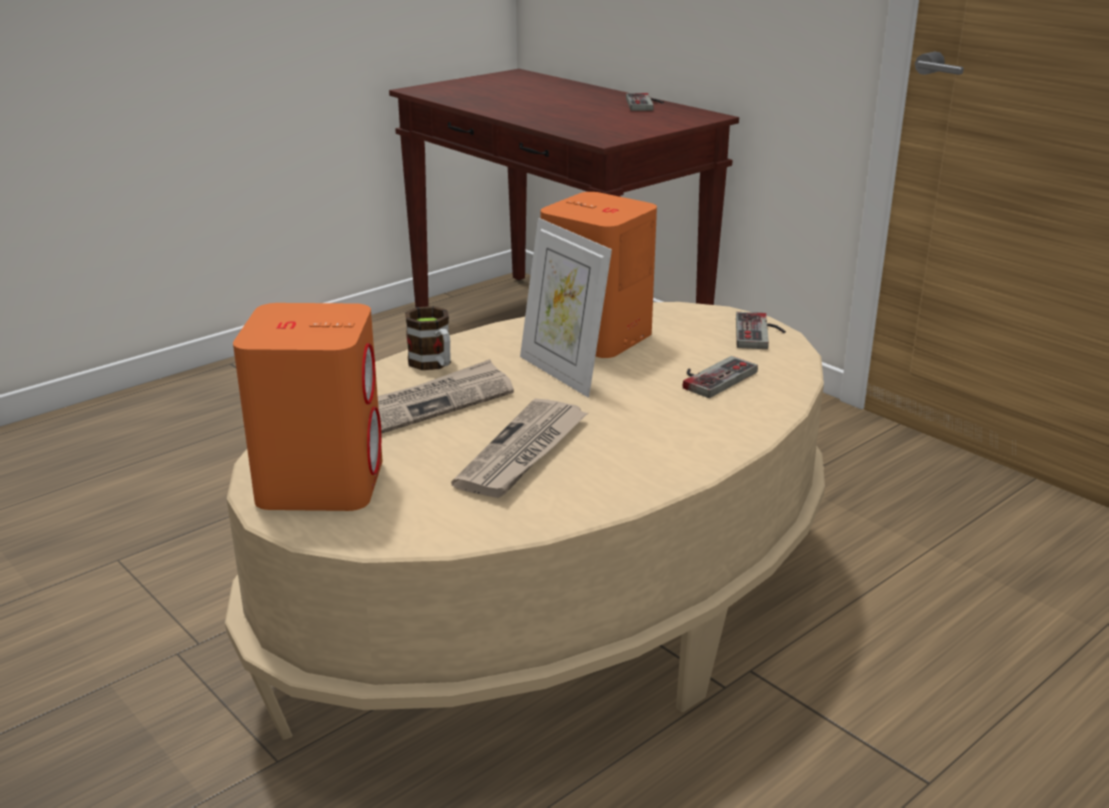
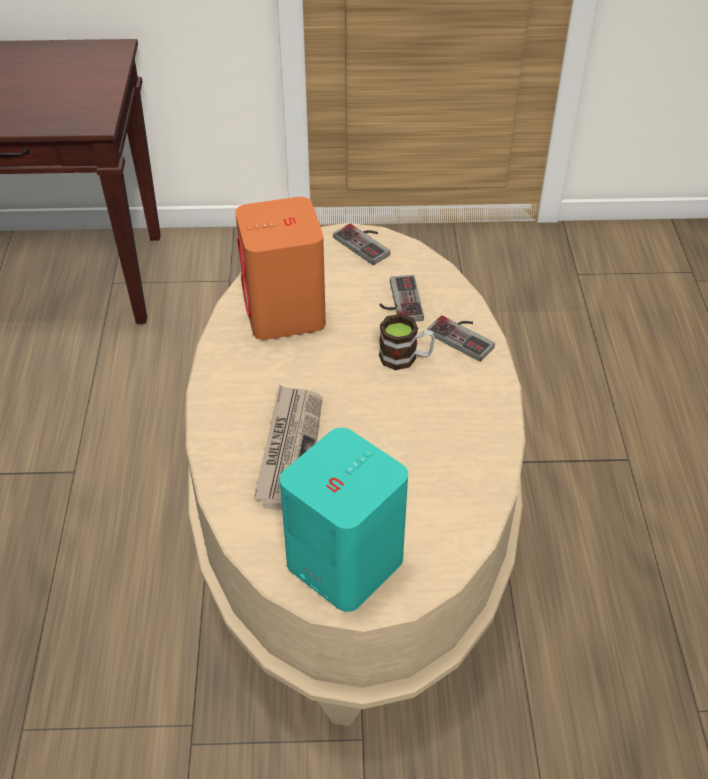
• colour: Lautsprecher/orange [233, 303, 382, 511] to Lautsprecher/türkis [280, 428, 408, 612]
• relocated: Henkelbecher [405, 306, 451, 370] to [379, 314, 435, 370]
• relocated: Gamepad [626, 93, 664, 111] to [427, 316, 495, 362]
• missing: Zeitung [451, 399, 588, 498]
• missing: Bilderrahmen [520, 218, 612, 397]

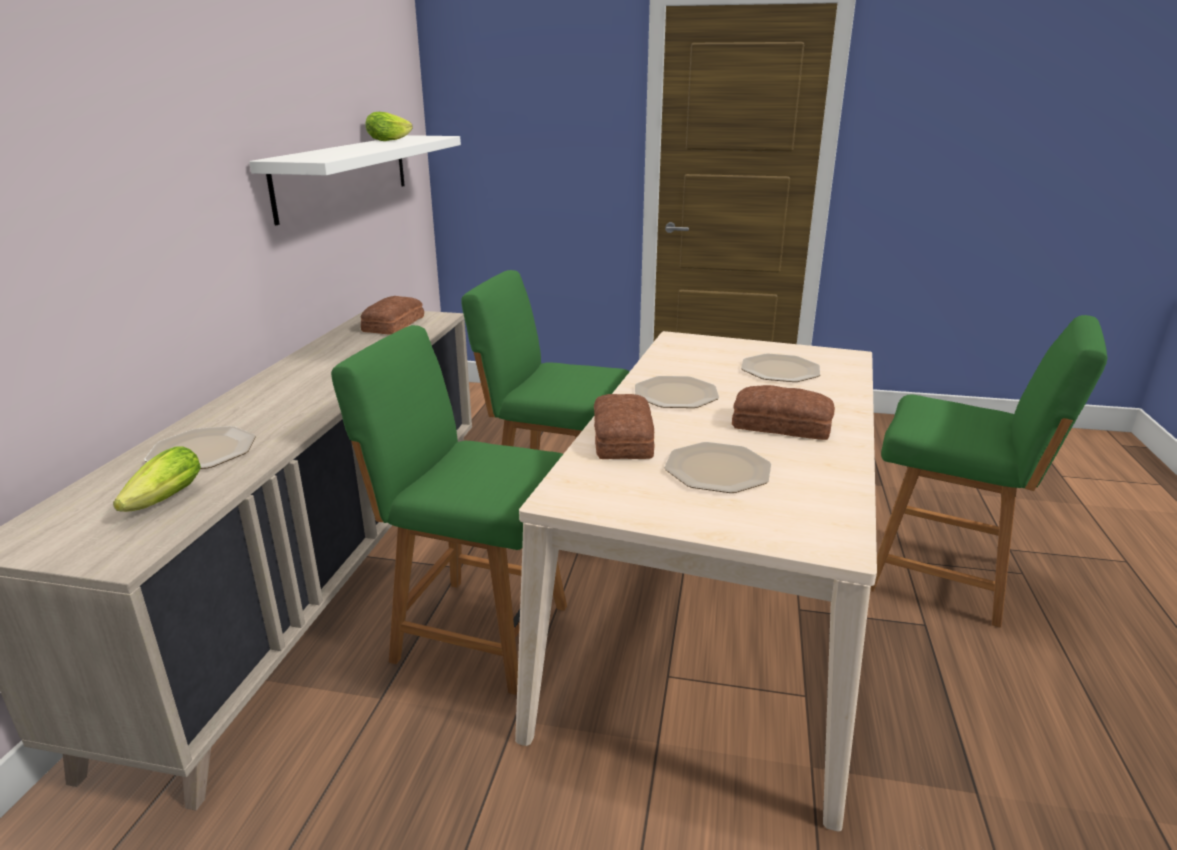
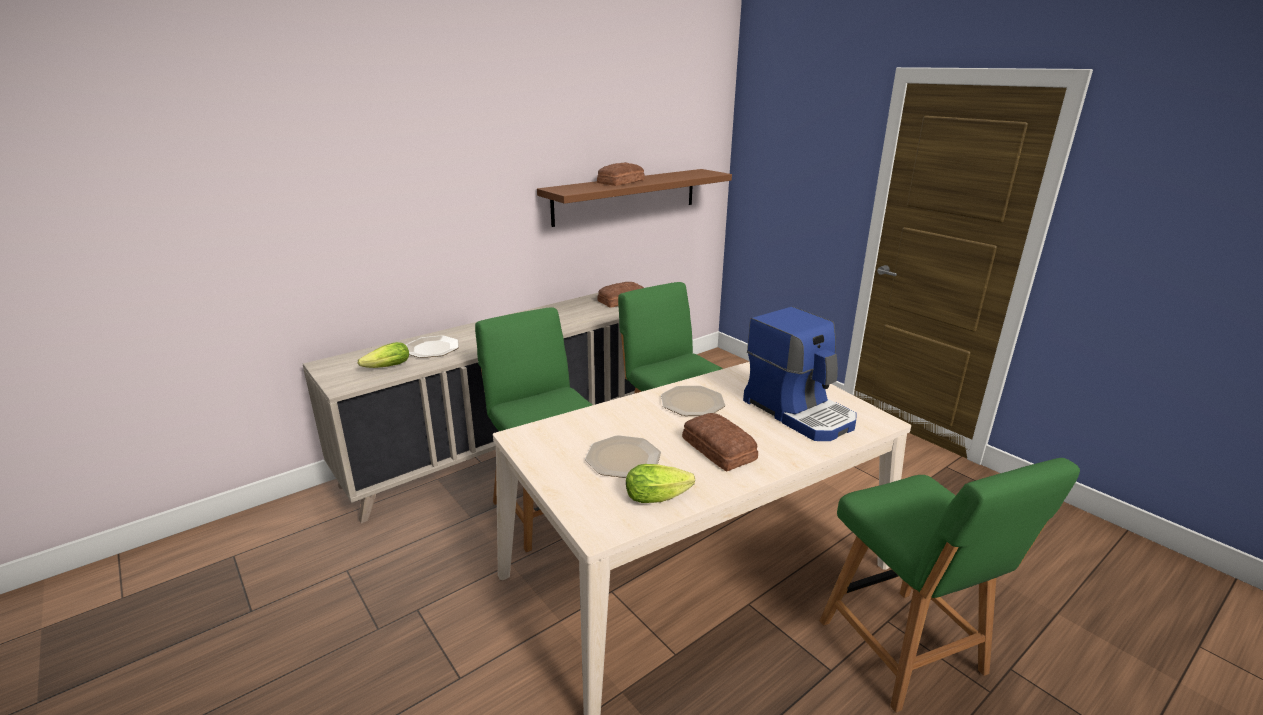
• colour: Wandregal/weiß [249, 135, 461, 225] to Wandregal/braun [537, 169, 732, 227]
• relocated: Brot [594, 394, 655, 459] to [597, 162, 645, 186]
• relocated: Salatkopf [366, 112, 413, 141] to [626, 464, 695, 503]
• exchanged: Teller [741, 353, 820, 382] to Kaffeemaschine [743, 307, 856, 441]

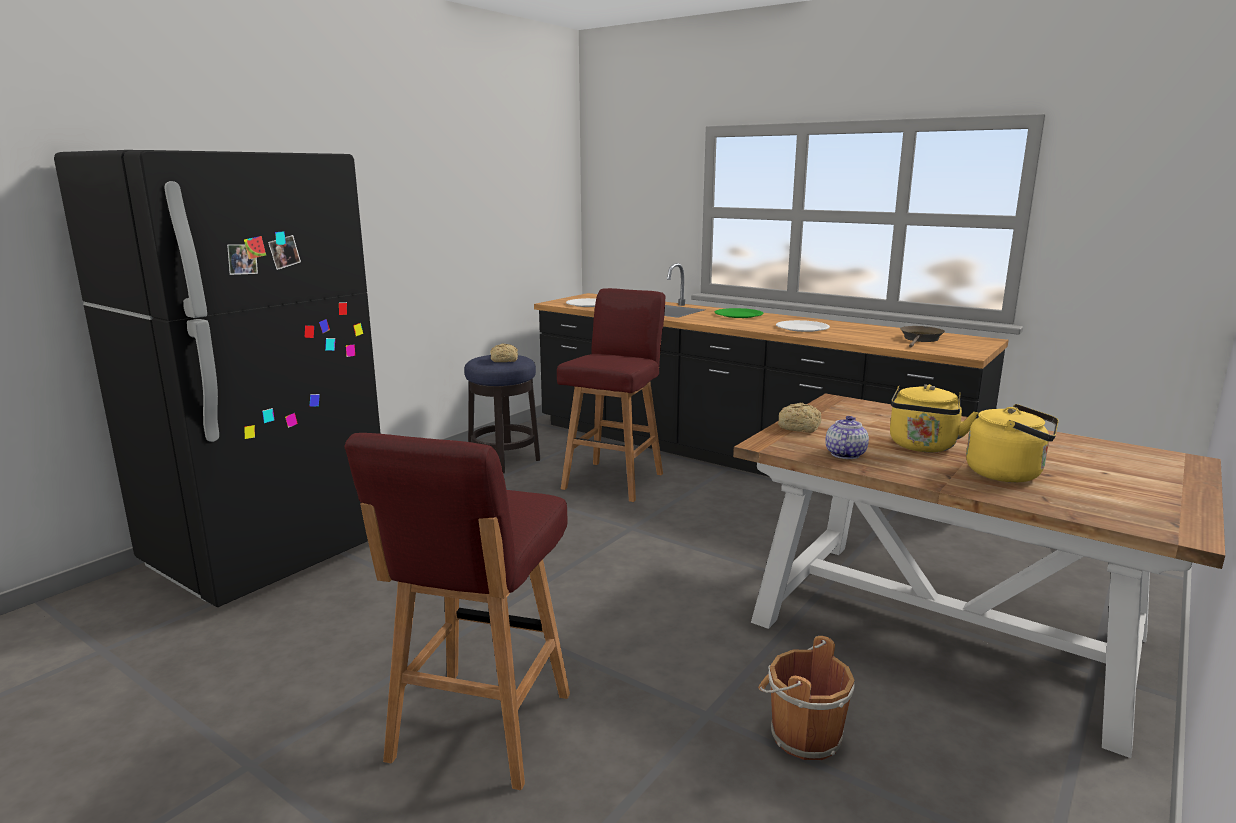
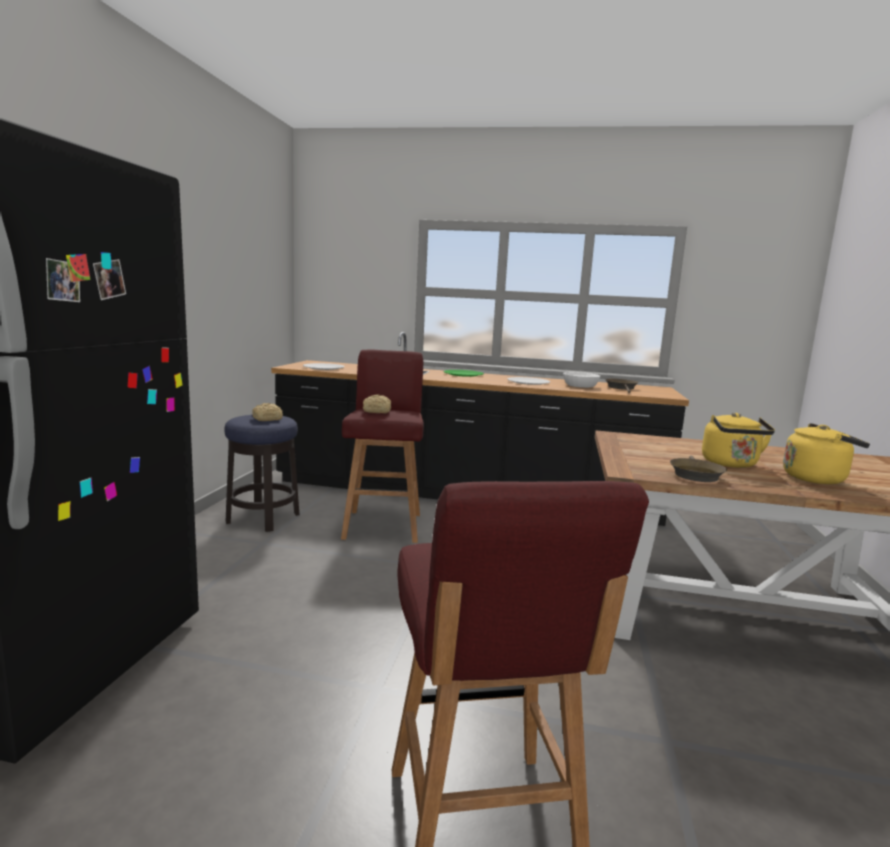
• relocated: Brot [778, 403, 821, 433] to [363, 394, 391, 413]
• appeared: Schüssel/weiß [563, 372, 600, 388]
• exchanged: Teekanne [825, 416, 869, 459] to Pfanne/braun [670, 456, 727, 482]
• missing: Eimer/braun [758, 636, 855, 760]

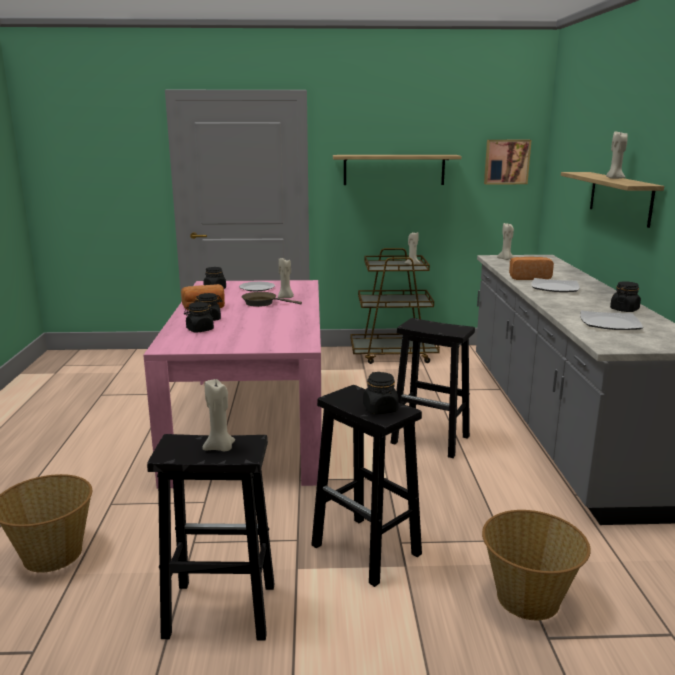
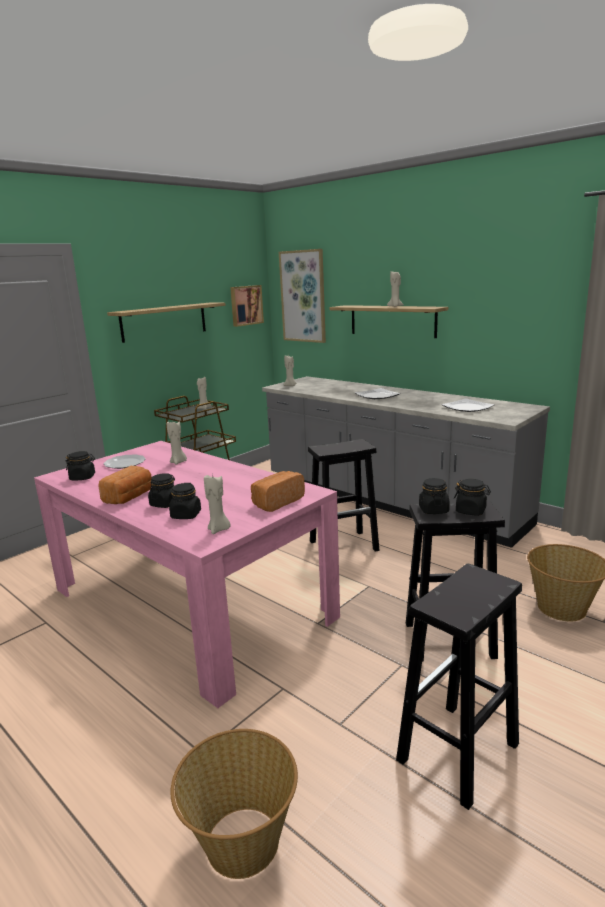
• relocated: Kerze/beige [202, 379, 235, 451] to [204, 472, 231, 534]
• relocated: Brot [509, 257, 554, 280] to [251, 471, 305, 512]
• appeared: Bild [279, 249, 326, 343]
• relocated: Vorratsglas/schwarz [610, 281, 641, 312] to [419, 478, 450, 514]
• missing: Pfanne/braun [241, 292, 302, 307]

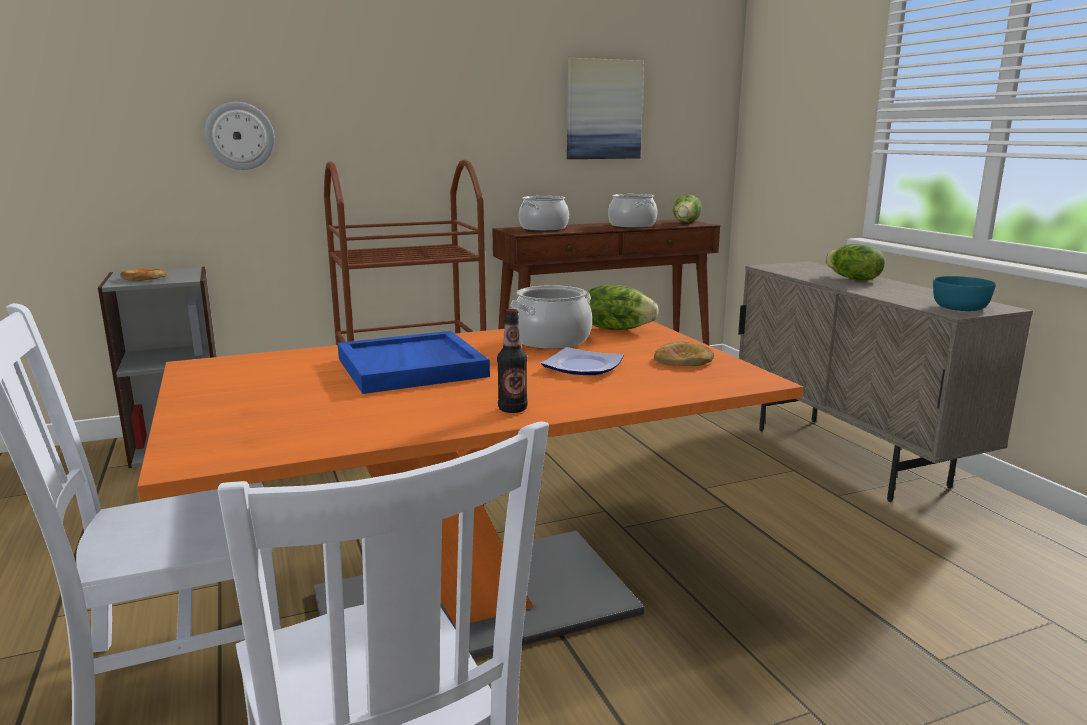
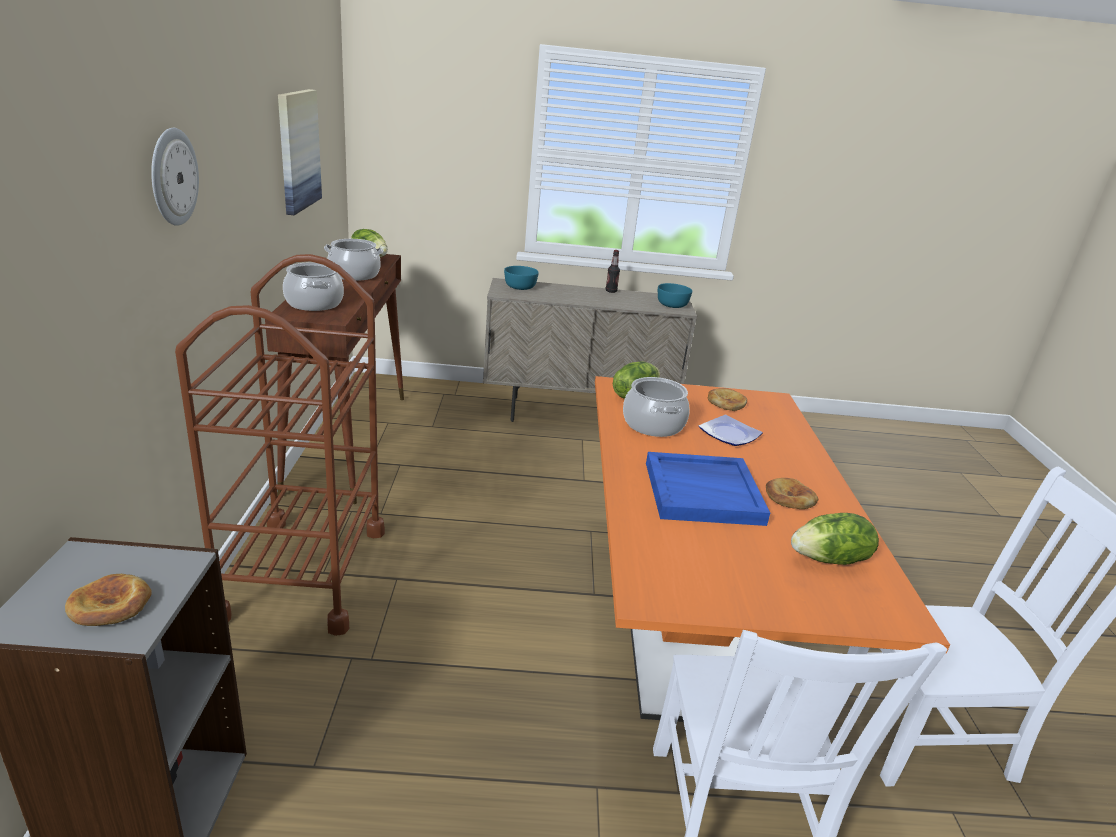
• relocated: Wanduhr [204, 102, 275, 170] to [151, 128, 199, 226]
• appeared: Schüssel/türkis [504, 266, 539, 290]
• relocated: Flasche [497, 309, 528, 413] to [606, 250, 620, 293]
• appeared: Brot [766, 478, 818, 509]
• relocated: Salatkopf [825, 244, 885, 280] to [791, 513, 879, 565]

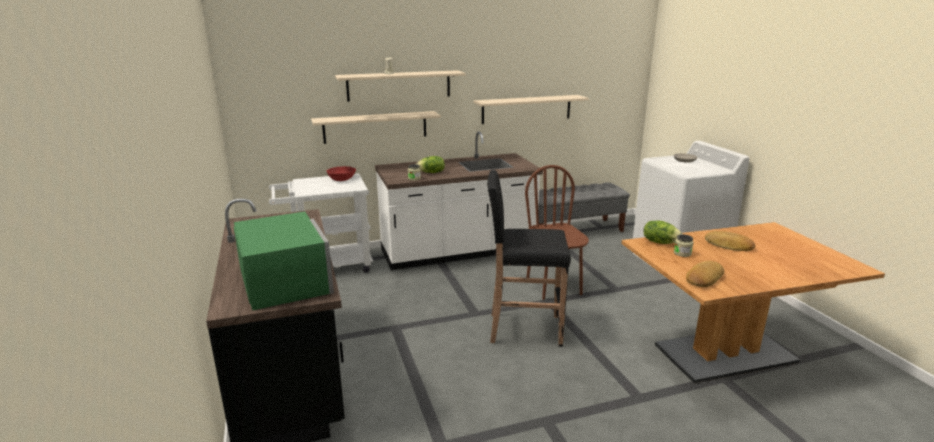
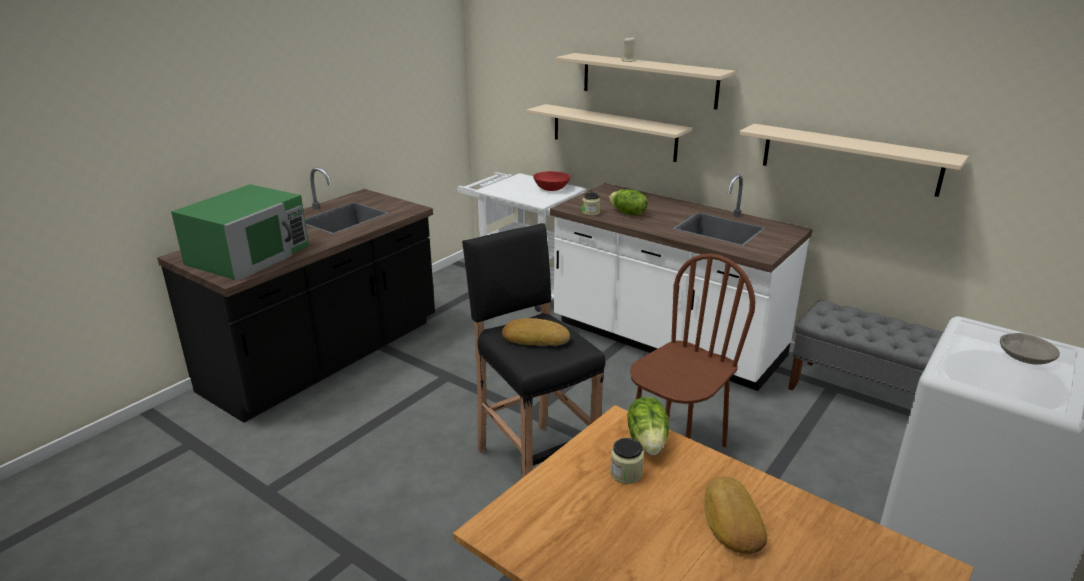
• relocated: Brot [686, 261, 724, 287] to [502, 318, 570, 346]

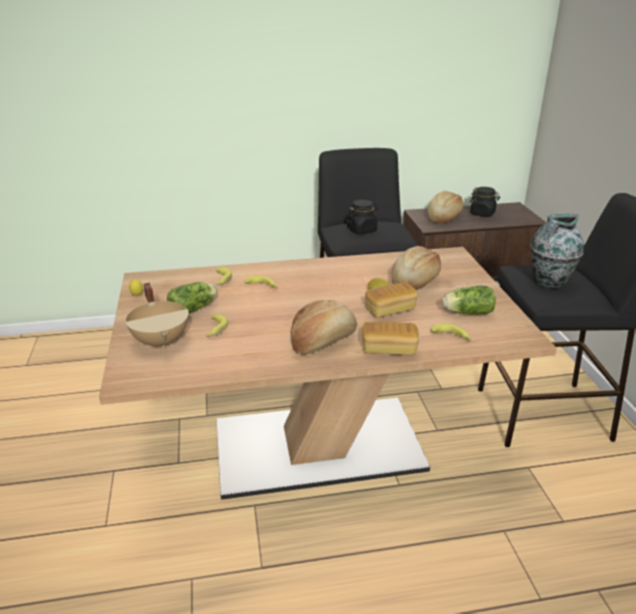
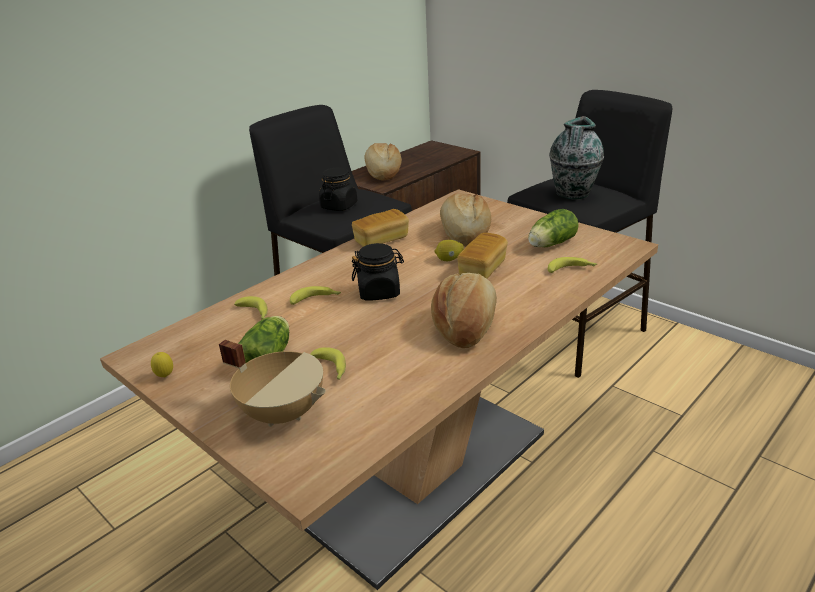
• relocated: Brot [362, 321, 419, 355] to [352, 209, 409, 247]
• relocated: Vorratsglas/schwarz [470, 187, 500, 217] to [352, 243, 404, 301]

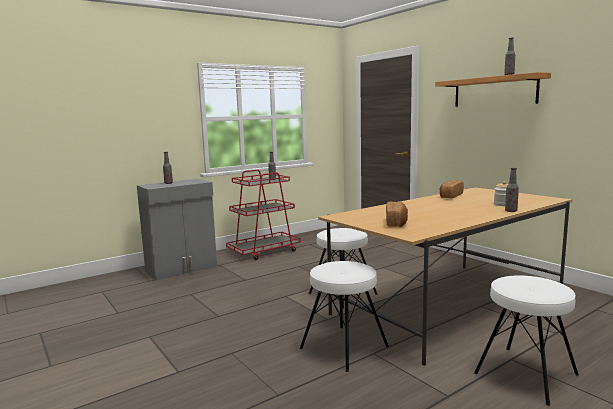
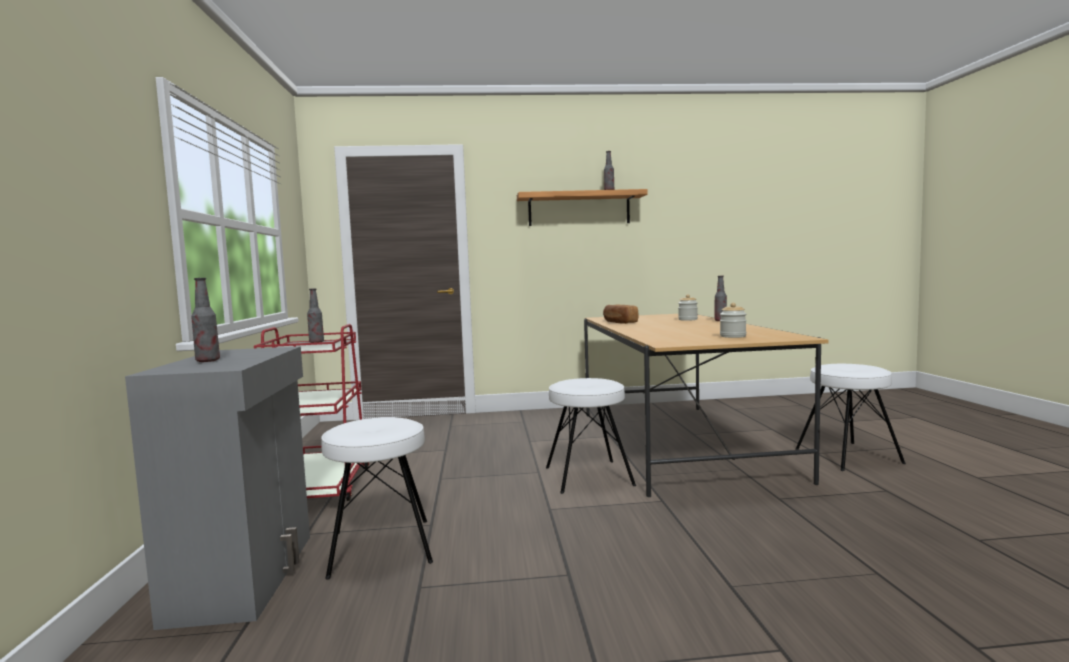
• relocated: Hocker/weiß [300, 261, 389, 372] to [321, 417, 433, 579]
• exchanged: Brot [386, 201, 408, 227] to Vorratsglas [720, 303, 746, 338]

